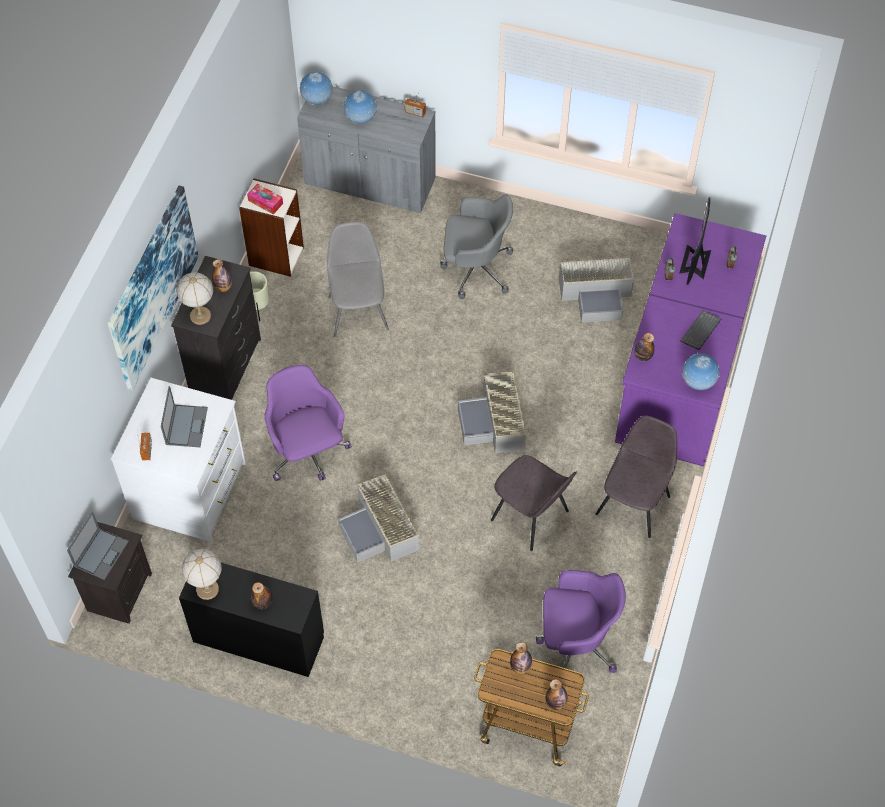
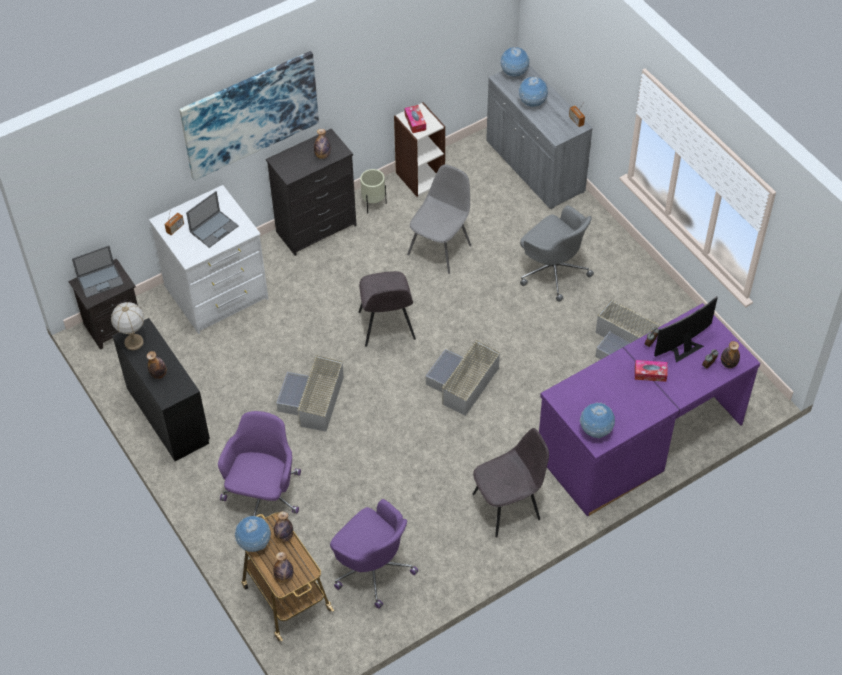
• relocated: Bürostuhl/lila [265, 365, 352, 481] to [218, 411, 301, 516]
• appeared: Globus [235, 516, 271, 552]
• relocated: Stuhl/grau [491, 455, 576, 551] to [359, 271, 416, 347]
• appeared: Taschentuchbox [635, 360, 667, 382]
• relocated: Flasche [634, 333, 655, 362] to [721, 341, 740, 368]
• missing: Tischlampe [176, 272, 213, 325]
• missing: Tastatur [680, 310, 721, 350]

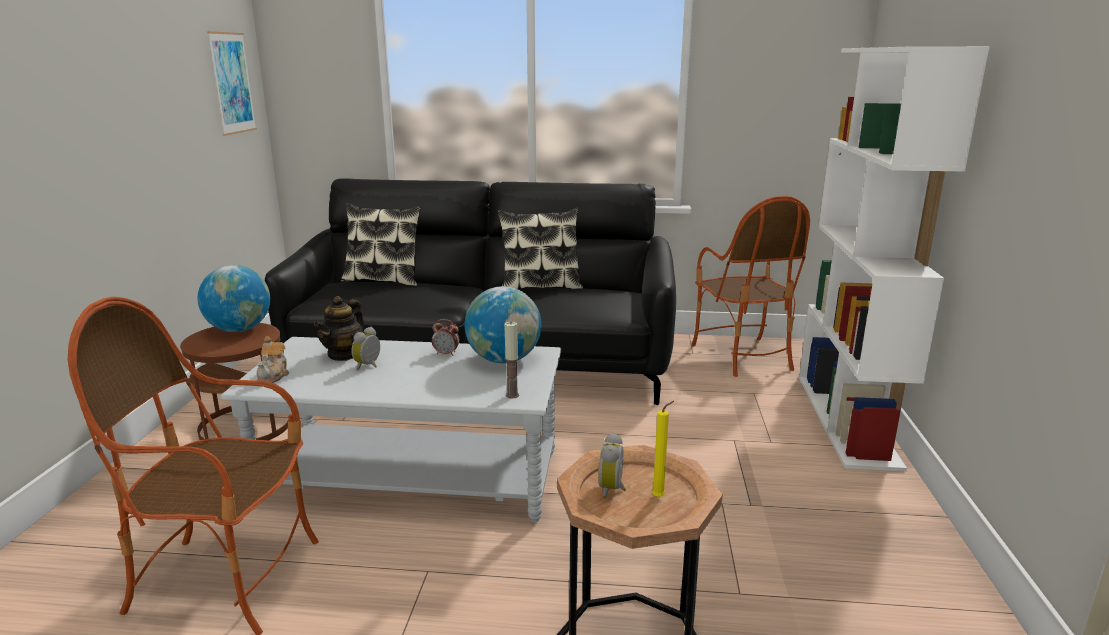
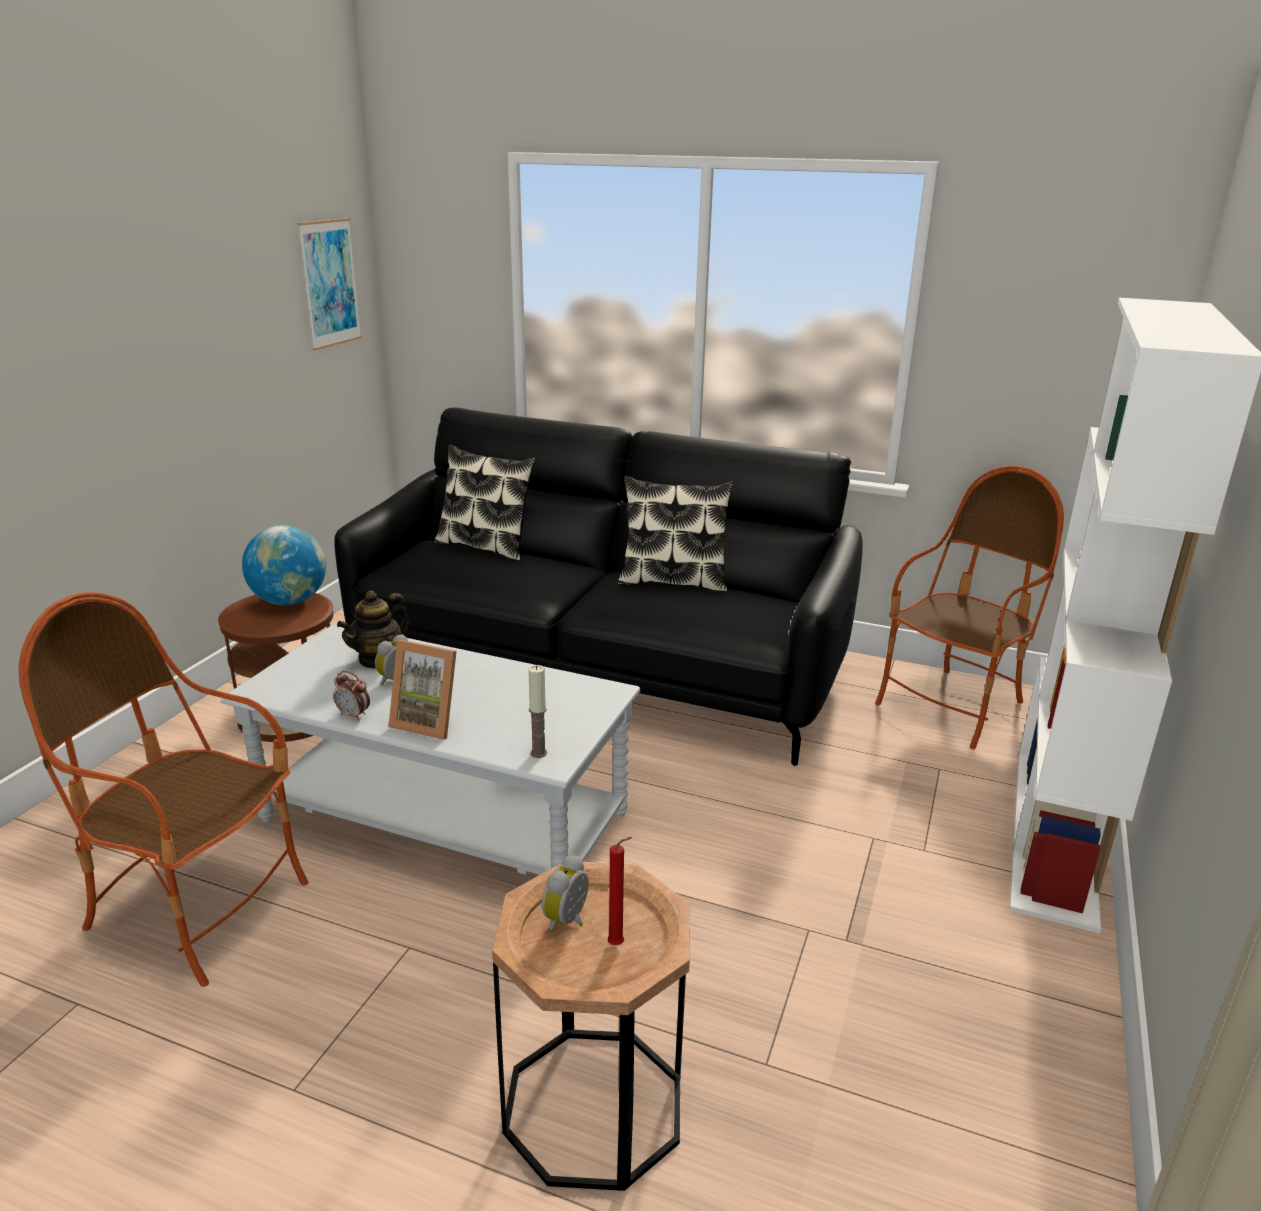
• relocated: Wecker [432, 319, 460, 356] to [333, 671, 370, 720]
• appeared: Bilderrahmen [388, 640, 457, 740]
• colour: Kerze/gelb [652, 401, 674, 498] to Kerze/rot [608, 837, 632, 945]
• spun: Sessel [692, 196, 810, 377] = [875, 465, 1064, 749] 135 degrees counterclockwise
• missing: Teekanne [257, 336, 289, 383]
• missing: Globus [465, 286, 541, 363]

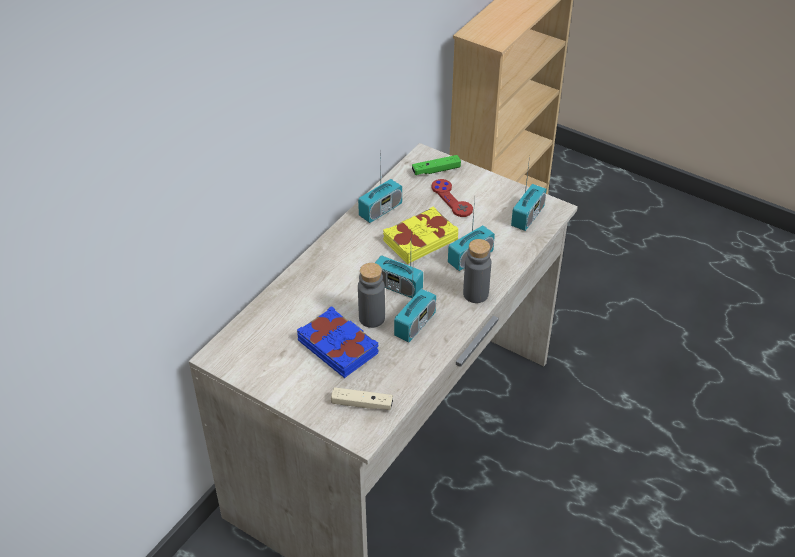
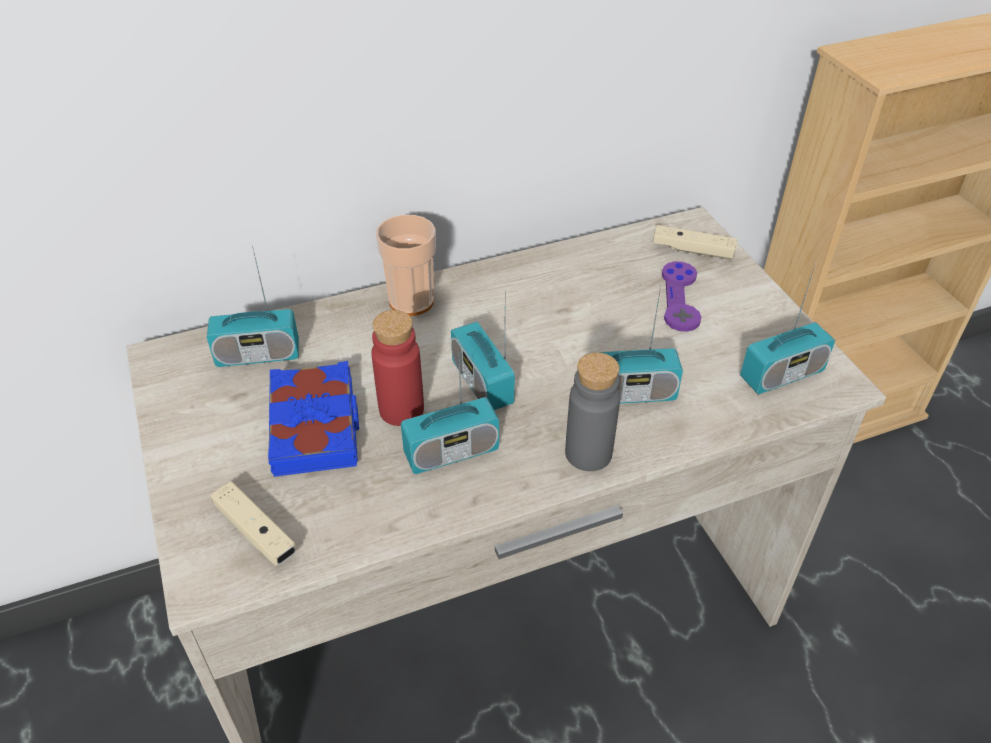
• relocated: Radio [358, 149, 402, 223] to [207, 245, 299, 367]
• colour: Flasche/grau [358, 263, 385, 328] to Flasche/rot [372, 310, 424, 426]
• appeared: Tasse [376, 215, 436, 316]
• colour: Gamepad/grün [412, 155, 461, 175] to Gamepad/beige [653, 225, 737, 260]
• colour: Gamepad/rot [431, 179, 473, 217] to Gamepad/lila [662, 261, 701, 332]
• missing: Buch/gelb [383, 206, 459, 264]

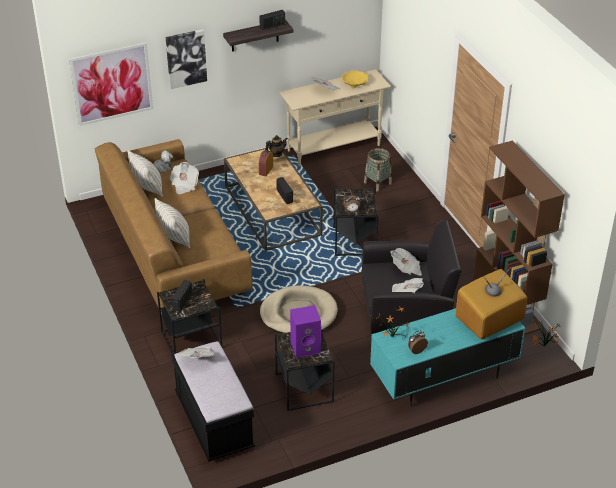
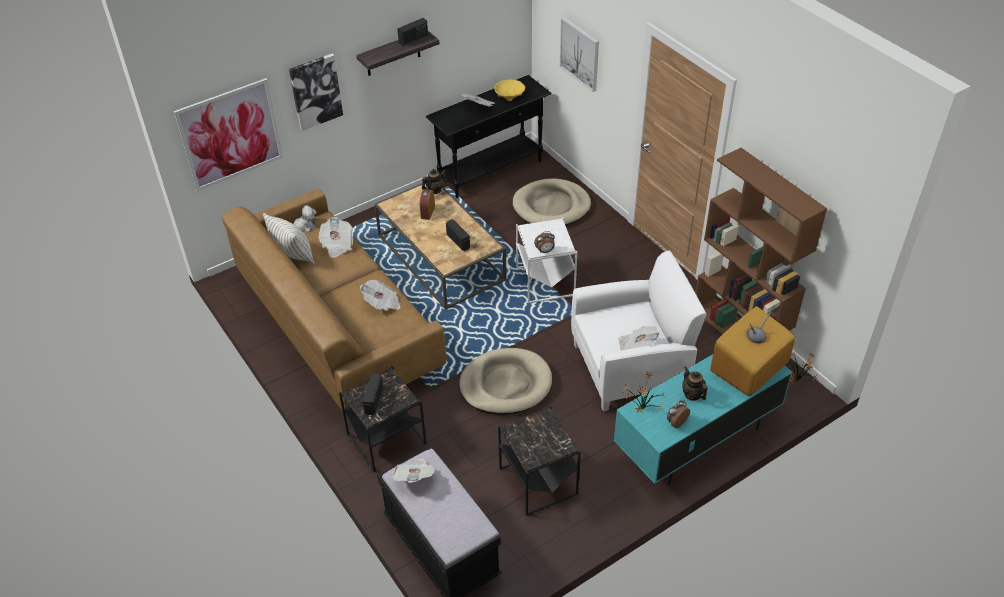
• relocated: Zeitung [391, 248, 422, 276] to [360, 280, 400, 311]
• colour: Konsolentisch/beige [280, 69, 391, 166] to Konsolentisch/schwarz [426, 75, 552, 198]
• exchanged: Korb [364, 148, 392, 192] to Hundebett/beige [513, 178, 591, 226]
• colour: Beistelltisch/schwarz [333, 187, 379, 256] to Beistelltisch/weiß [516, 217, 577, 303]
• appeared: Bild [560, 17, 599, 92]
• colour: Sessel/schwarz [362, 220, 461, 335] to Sessel/weiß [571, 250, 707, 411]
• appeared: Teekanne [682, 367, 708, 401]
• missing: Kissen [155, 198, 190, 248]
• missing: Lautsprecher/lila [290, 305, 321, 358]

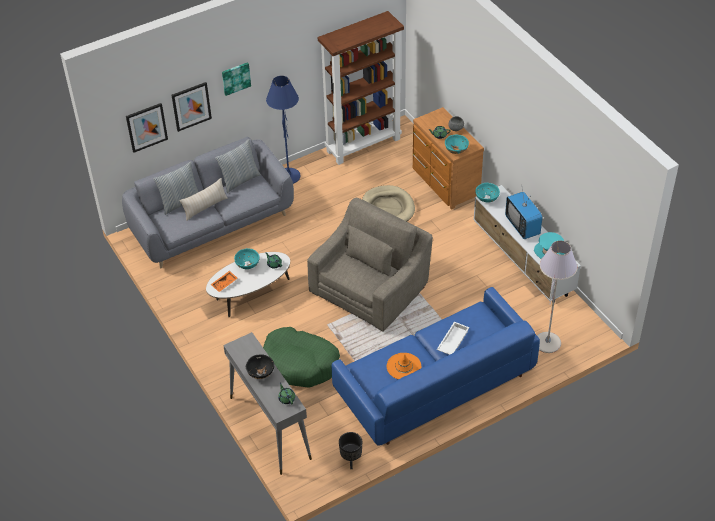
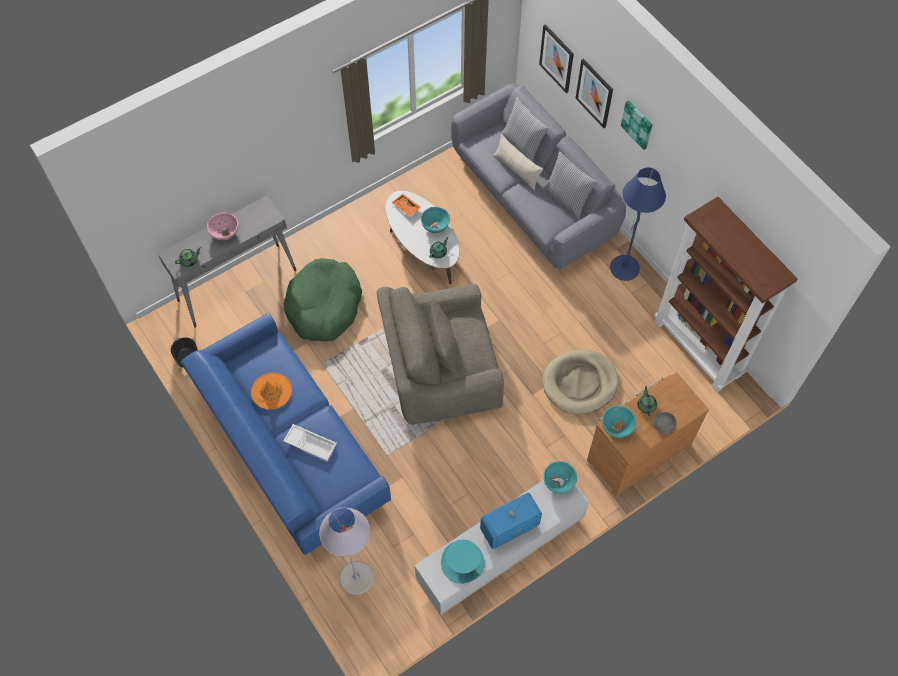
• colour: Schüssel/schwarz [246, 355, 274, 379] to Schüssel/rosa [207, 213, 238, 240]
• spun: Sessel/grau [307, 198, 433, 332] = [377, 284, 504, 425] 135 degrees clockwise

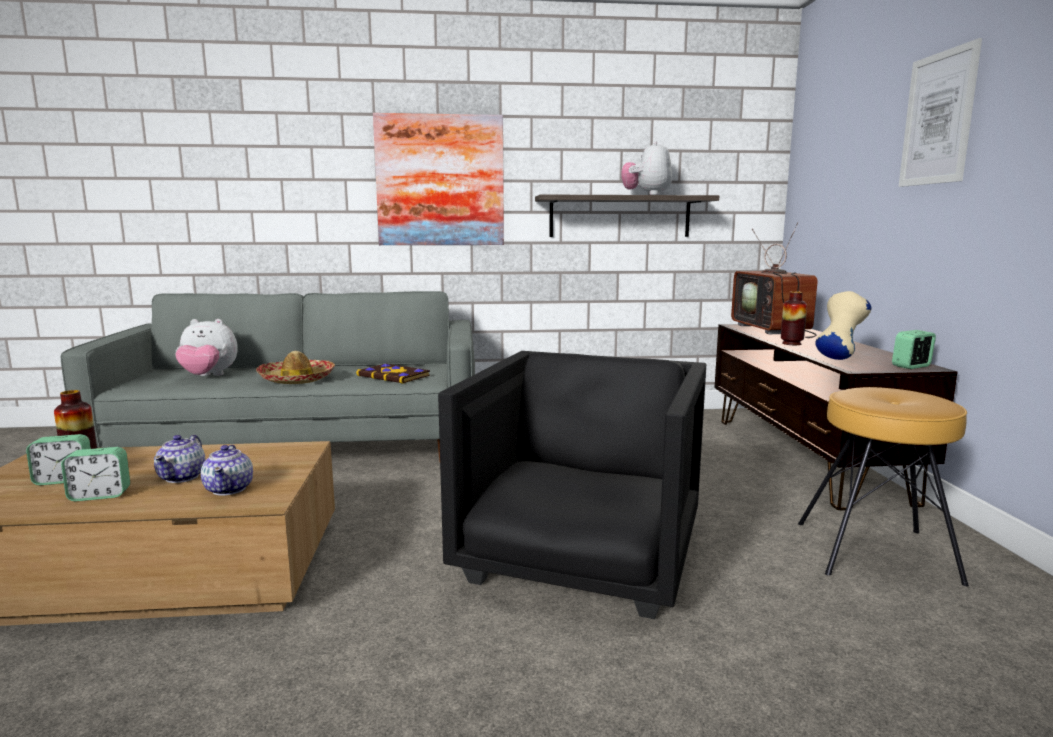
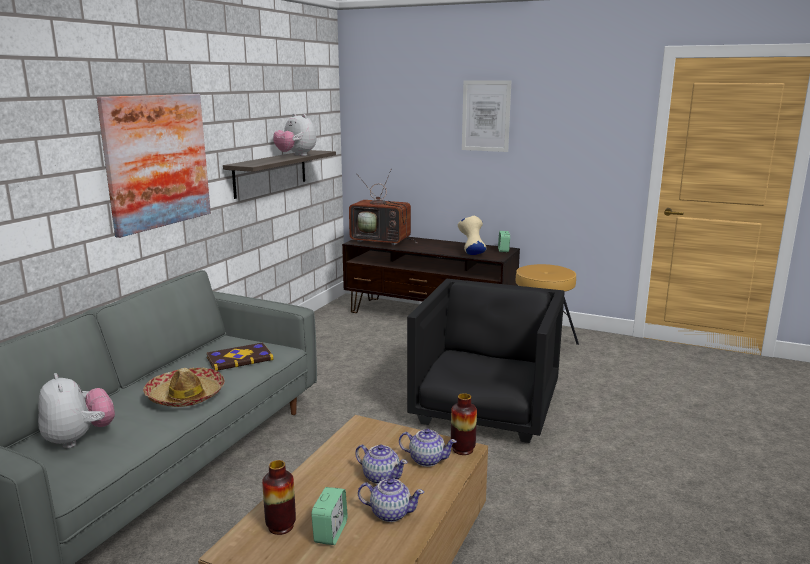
• spun: Plüschtier [175, 319, 238, 376] = [38, 373, 115, 448] 60 degrees counterclockwise
• exchanged: Wecker [61, 447, 130, 501] to Teekanne [358, 478, 424, 522]
• spun: Sessel/schwarz [438, 351, 706, 619] = [407, 279, 565, 443] 60 degrees clockwise
• relocated: Vase [781, 291, 807, 345] to [451, 393, 477, 455]

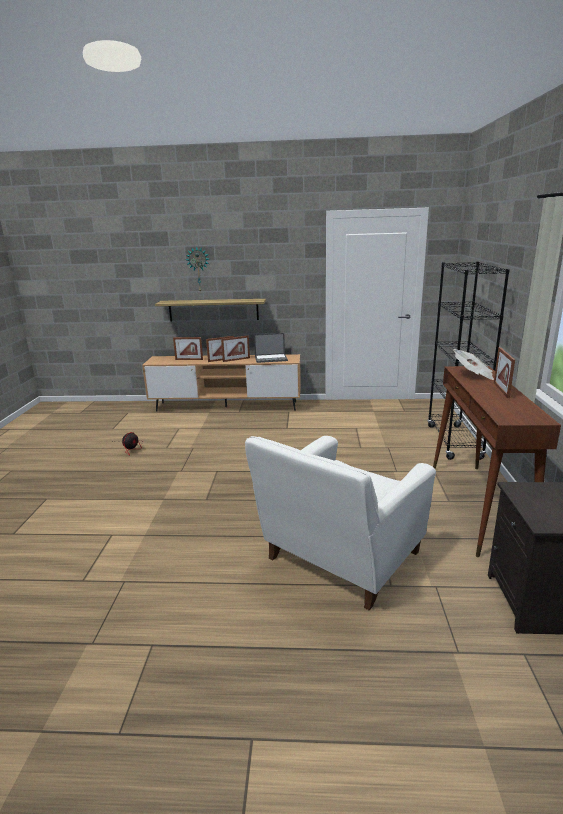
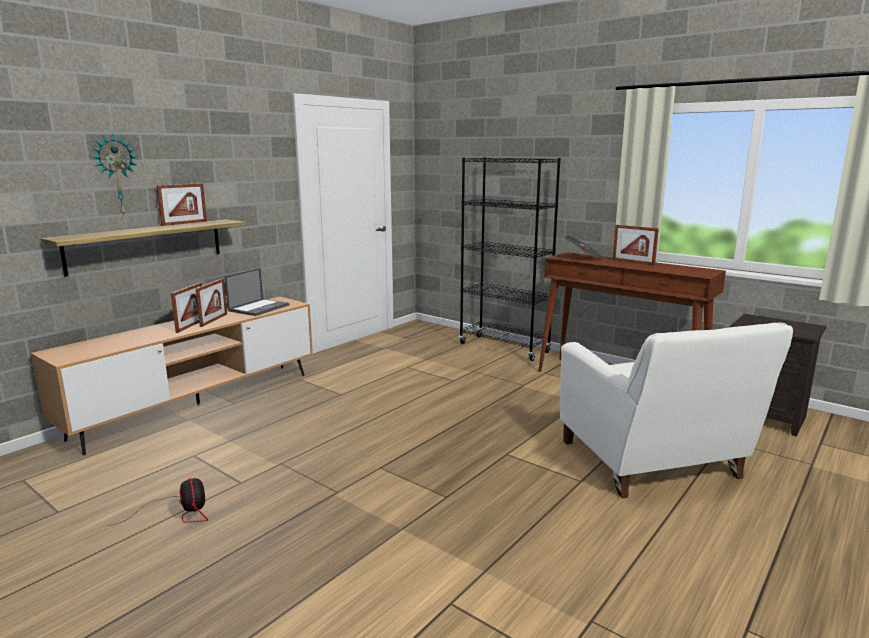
• relocated: Bilderrahmen [173, 337, 203, 360] to [157, 183, 207, 226]

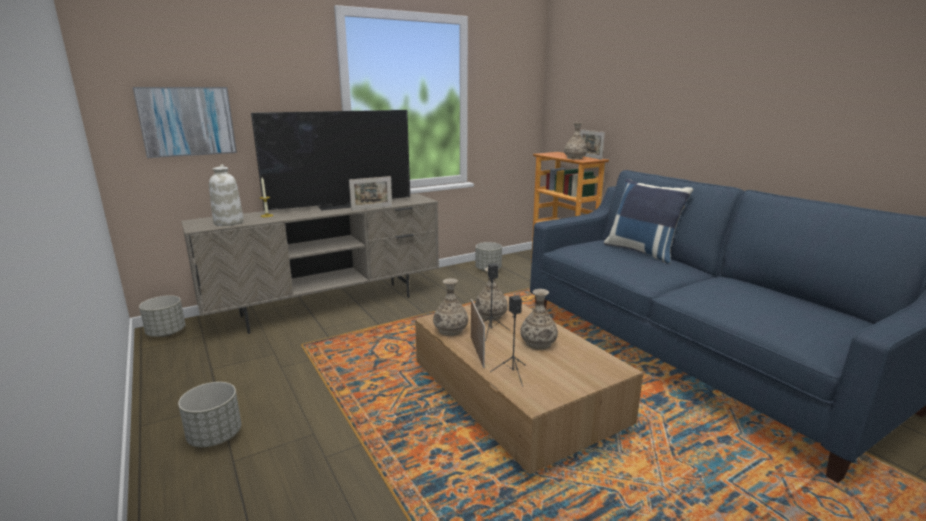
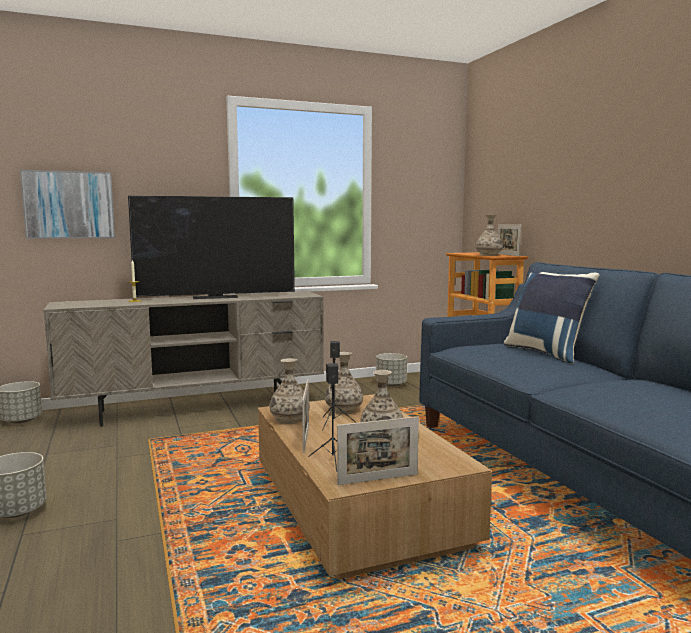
• relocated: Bilderrahmen [349, 176, 392, 211] to [337, 416, 419, 485]
• missing: Vase/weiß [209, 164, 244, 226]

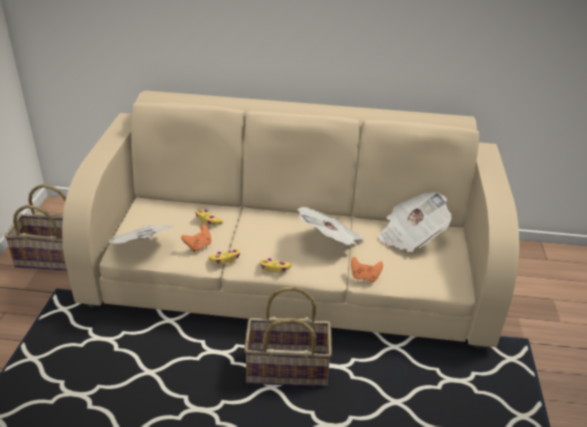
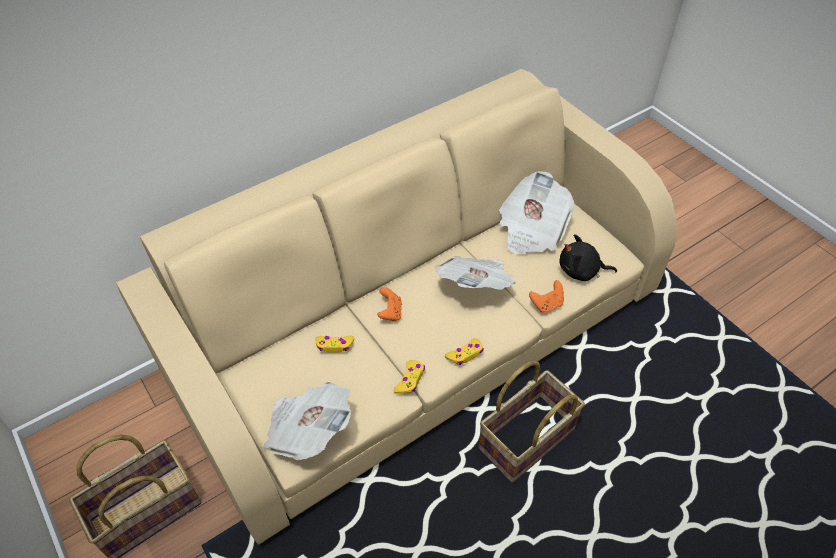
• relocated: Gamepad/orange [181, 225, 211, 252] to [377, 287, 402, 322]
• appeared: Plüschtier/schwarz [559, 234, 617, 281]

